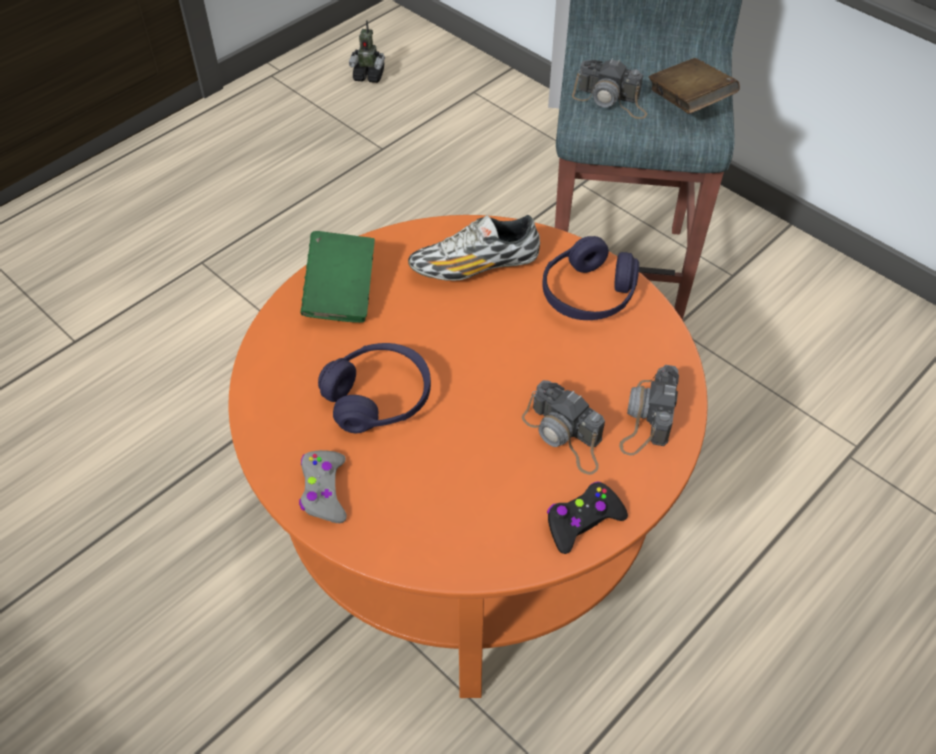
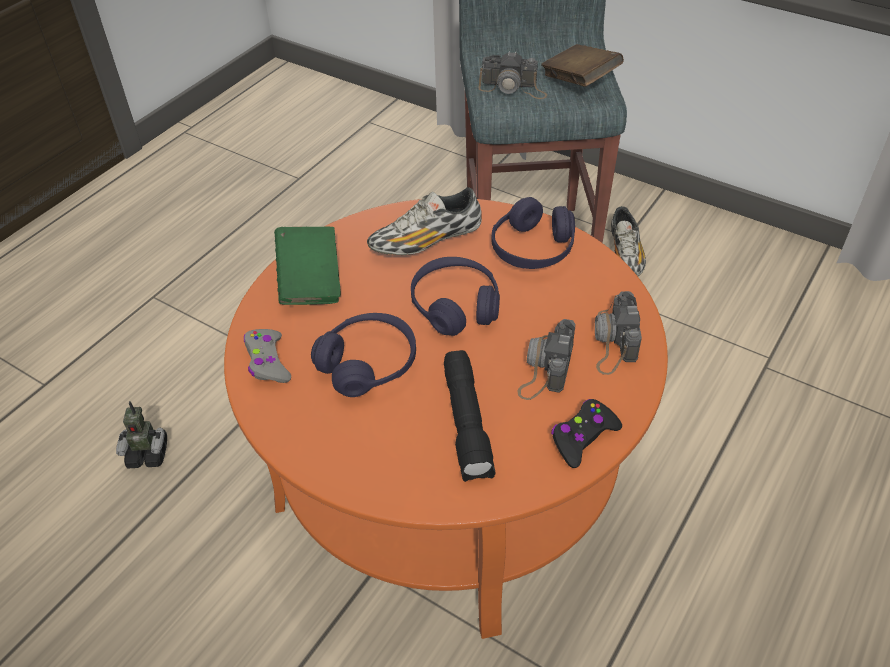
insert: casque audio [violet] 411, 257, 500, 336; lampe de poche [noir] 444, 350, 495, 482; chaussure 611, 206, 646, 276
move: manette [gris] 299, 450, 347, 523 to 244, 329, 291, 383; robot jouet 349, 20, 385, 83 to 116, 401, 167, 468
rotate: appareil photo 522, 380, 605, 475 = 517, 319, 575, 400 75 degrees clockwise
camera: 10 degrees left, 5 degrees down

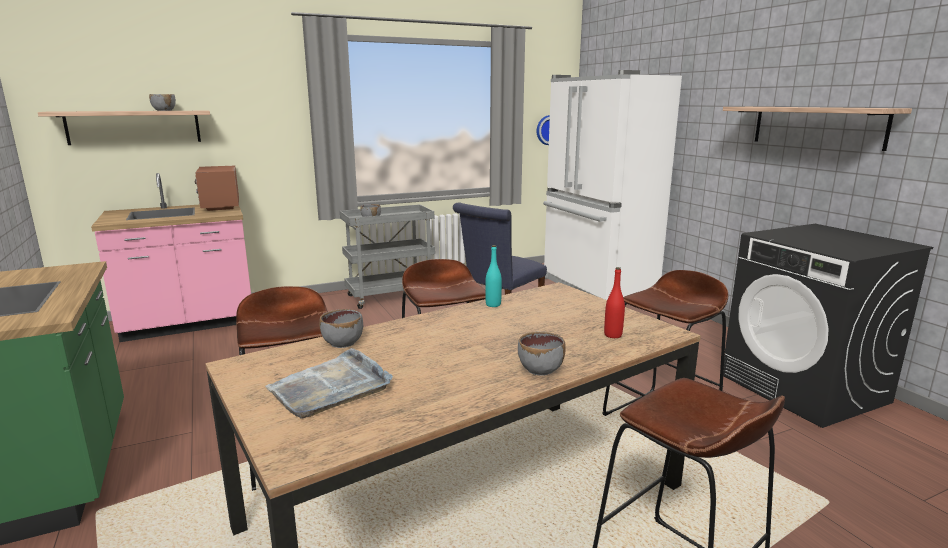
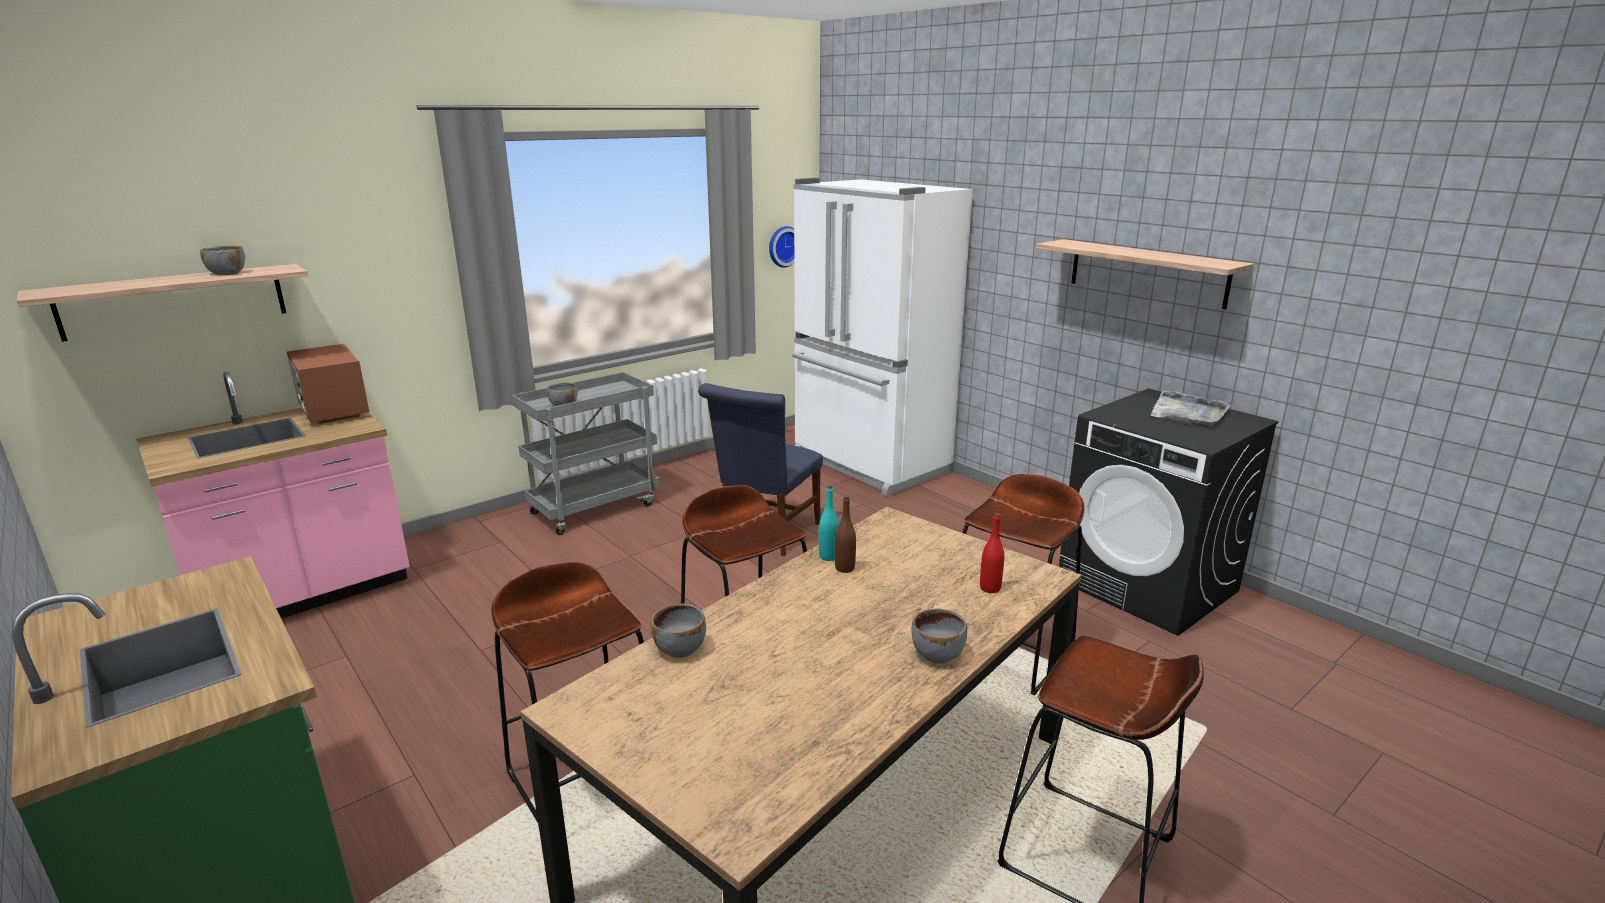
insert: bouteille [marron] 835, 496, 856, 573
move: plateau [gris] 265, 348, 393, 419 to 1150, 391, 1231, 427
camera: 15 degrees left, 5 degrees up

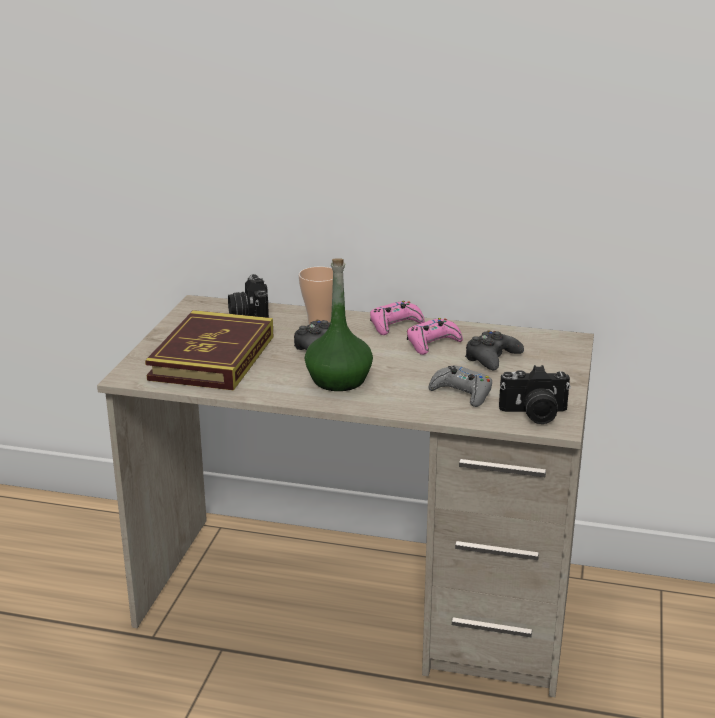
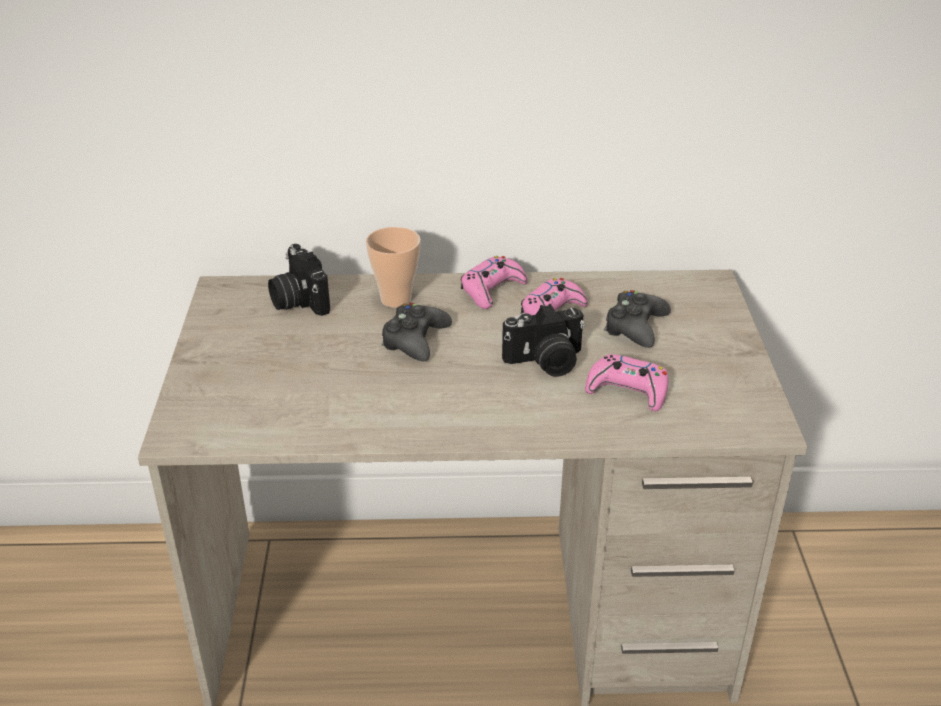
delete: livre 145, 310, 273, 390; bouteille [vert] 305, 258, 373, 391
move: appareil photo 499, 365, 571, 424 to 502, 304, 585, 377
recolor: manette [gris] 429, 365, 492, 407 to manette [rose] 585, 354, 669, 411
camera: 15 degrees left, 10 degrees up

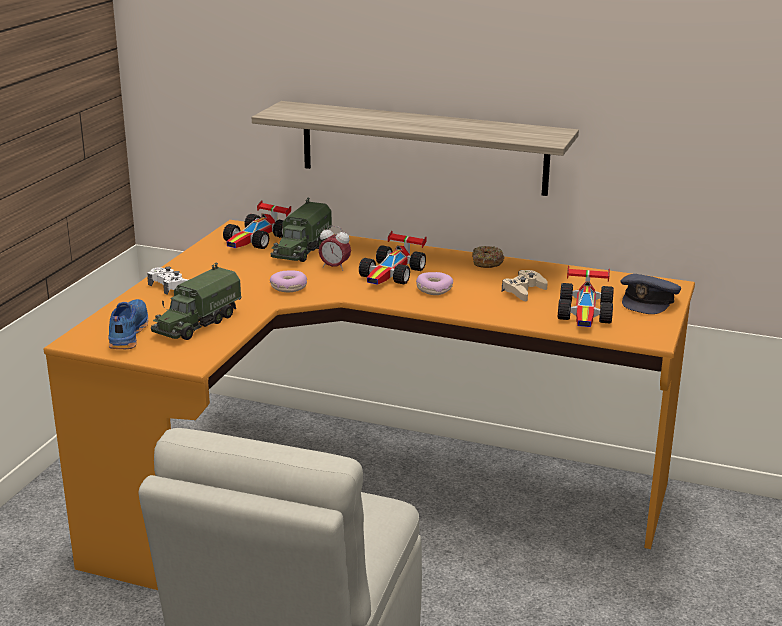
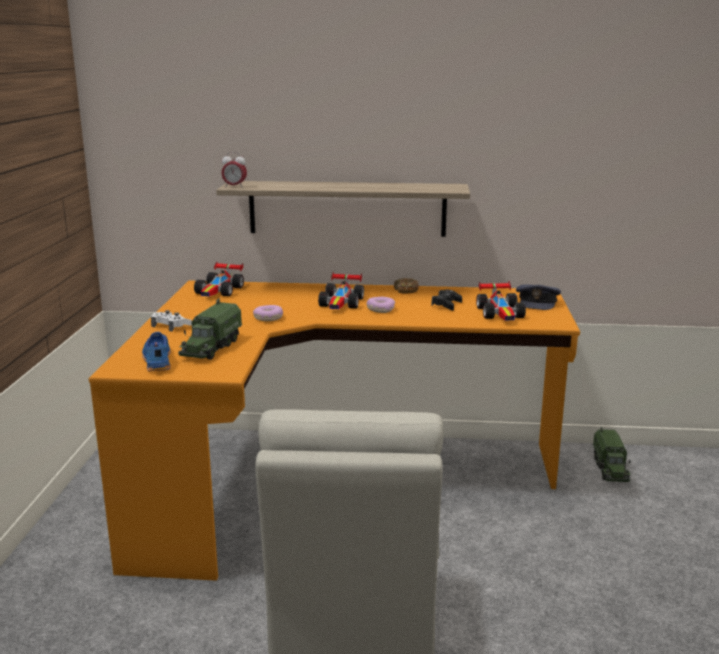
move: camion jouet 270, 197, 332, 262 to 593, 427, 631, 482; réveil 319, 225, 351, 271 to 221, 152, 247, 188
recolor: manette [beige] 502, 270, 548, 301 to manette [noir] 431, 290, 462, 311
camera: 15 degrees left, 5 degrees down

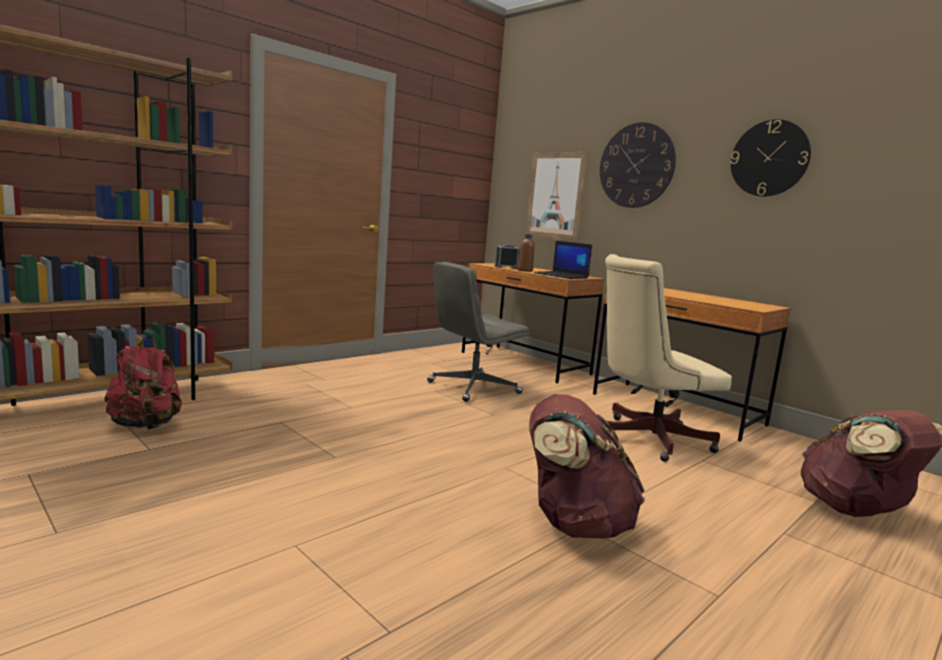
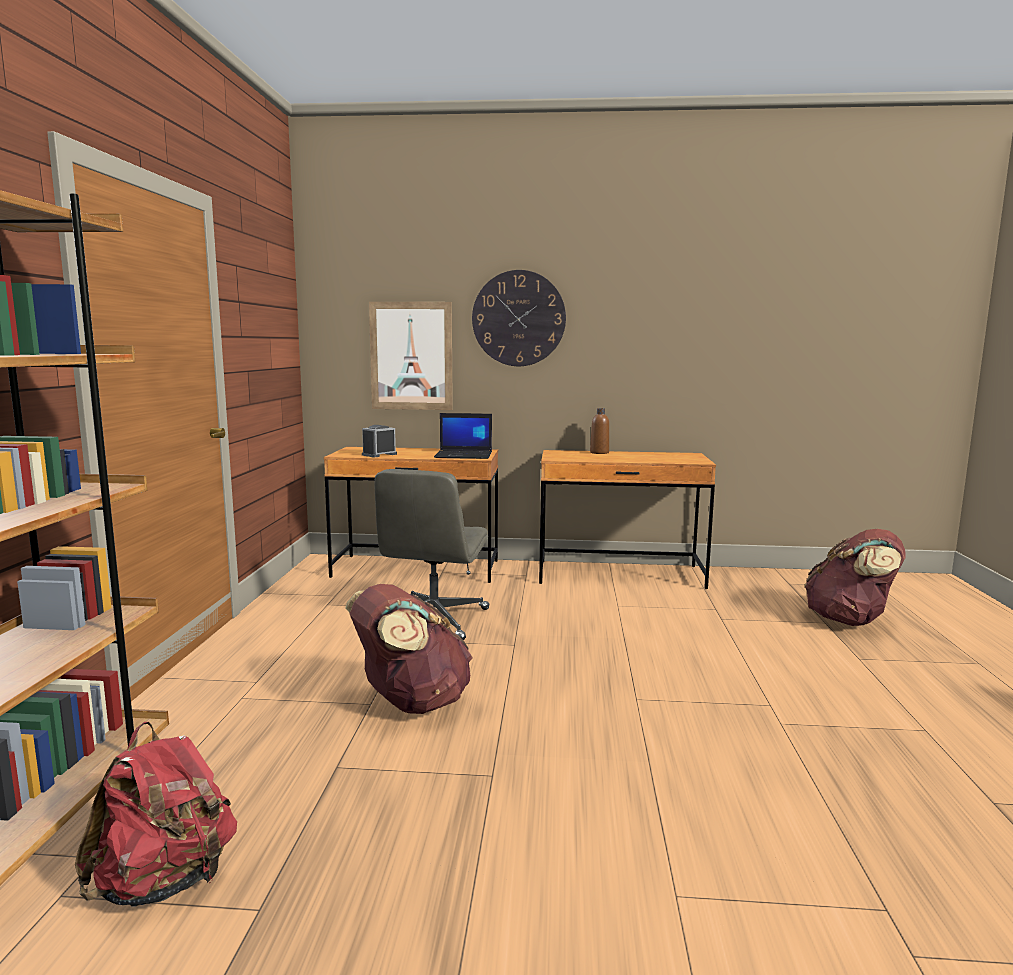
delete: chaise de bureau [beige] 605, 254, 732, 462; horloge murale 730, 119, 811, 197
move: bouteille [marron] 517, 234, 535, 272 to 590, 408, 609, 454; sac à dos [marron] 529, 394, 645, 538 to 345, 584, 473, 714
camera: 40 degrees left, 0 degrees up

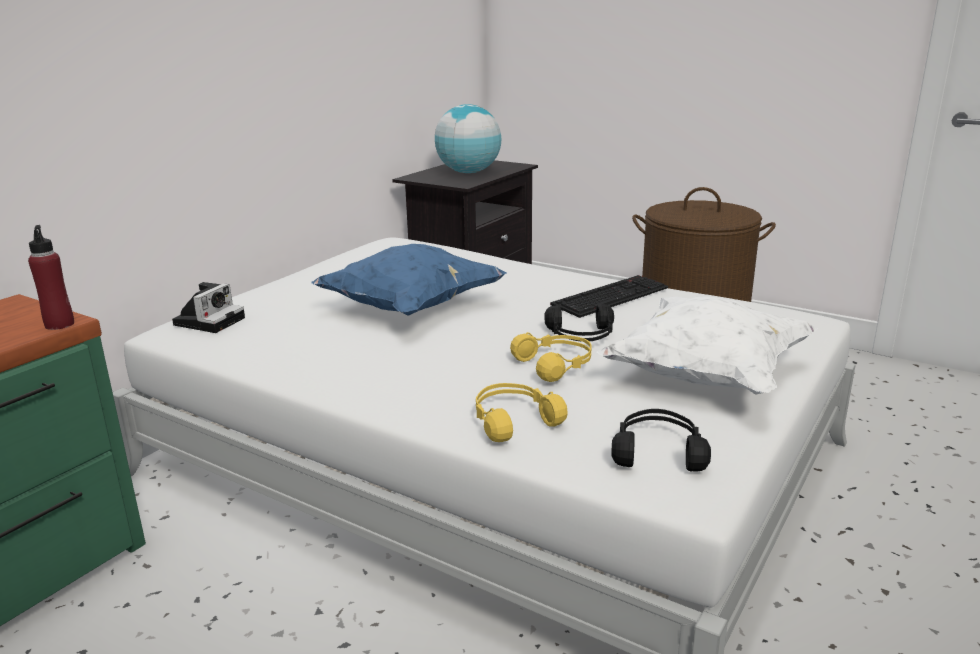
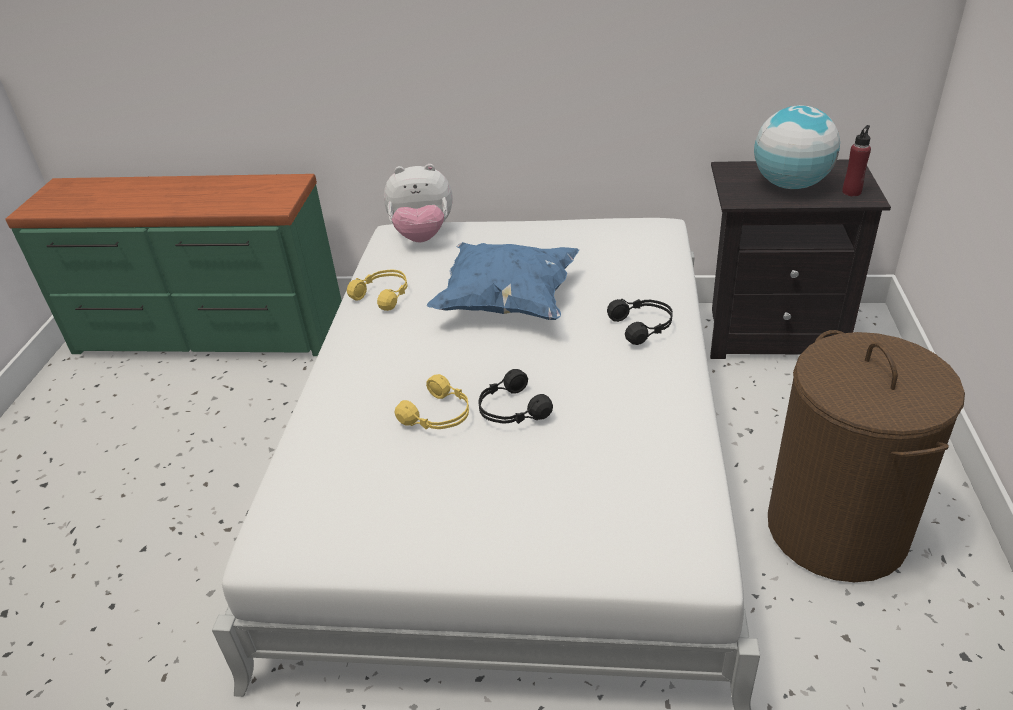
delete: clavier 550, 275, 668, 318; coussin [blanc] 597, 296, 818, 395
move: bouteille [rouge] 28, 225, 74, 330 to 842, 125, 871, 196; casque audio [jaune] 476, 383, 568, 442 to 347, 270, 407, 311; casque audio [noir] 611, 409, 711, 472 to 607, 299, 673, 345
replace: appareil photo 172, 282, 245, 333 to peluche 384, 164, 453, 242
camera: 65 degrees right, 15 degrees up

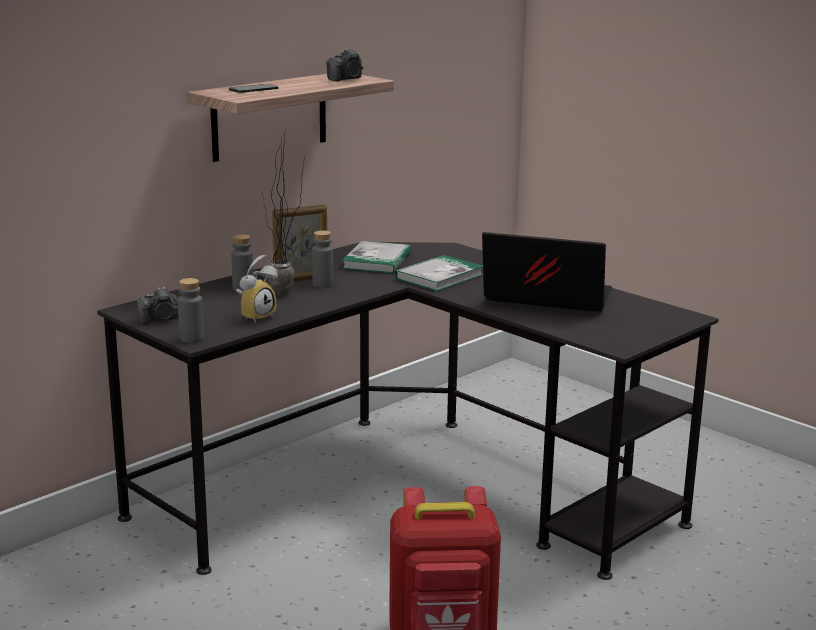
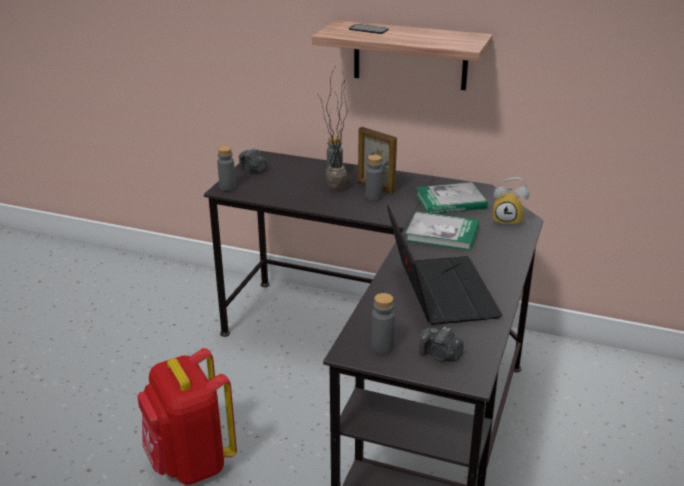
insert: bouteille [gris] 371, 293, 395, 354
move: réveil 236, 255, 278, 323 to 493, 177, 529, 227; appareil photo 326, 49, 363, 81 to 419, 327, 464, 362
camera: 65 degrees right, 10 degrees up

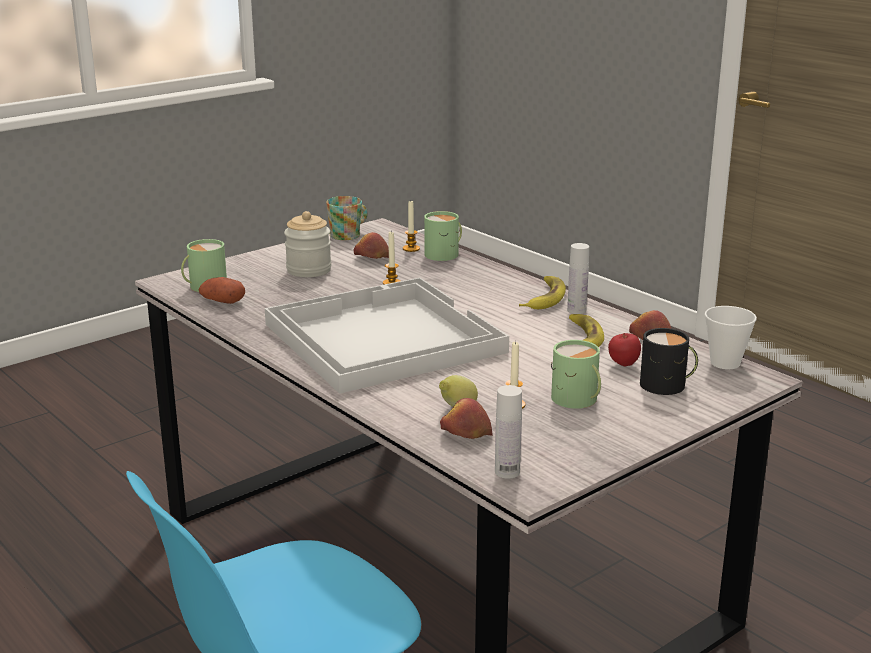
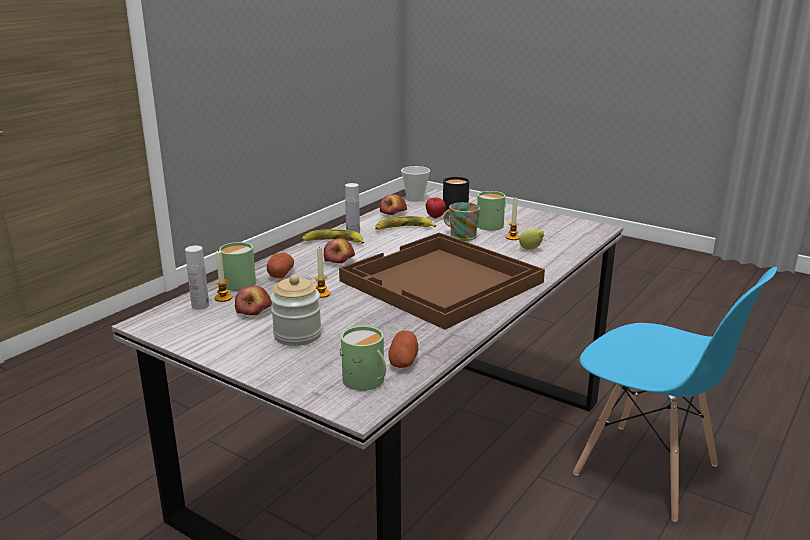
insert: pomme de terre 267, 253, 294, 278
move: mug 326, 196, 367, 240 to 444, 202, 480, 241; pomme 440, 398, 493, 439 to 324, 238, 355, 264; bouteille [blanc] 495, 385, 522, 479 to 185, 246, 209, 310
recolor: plateau [blanc] 265, 278, 509, 394 to plateau [marron] 339, 233, 545, 330
camera: 105 degrees left, 0 degrees up

